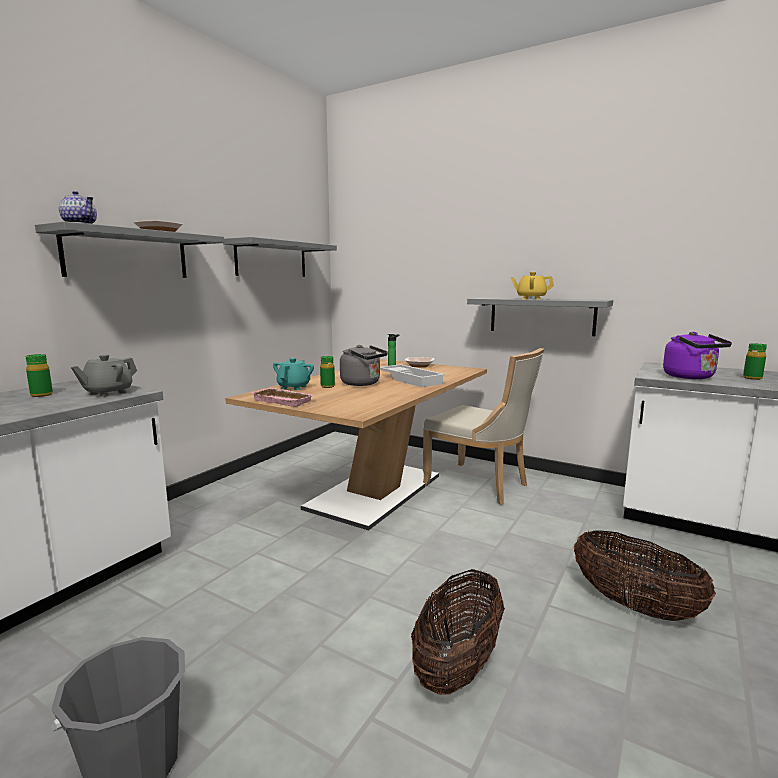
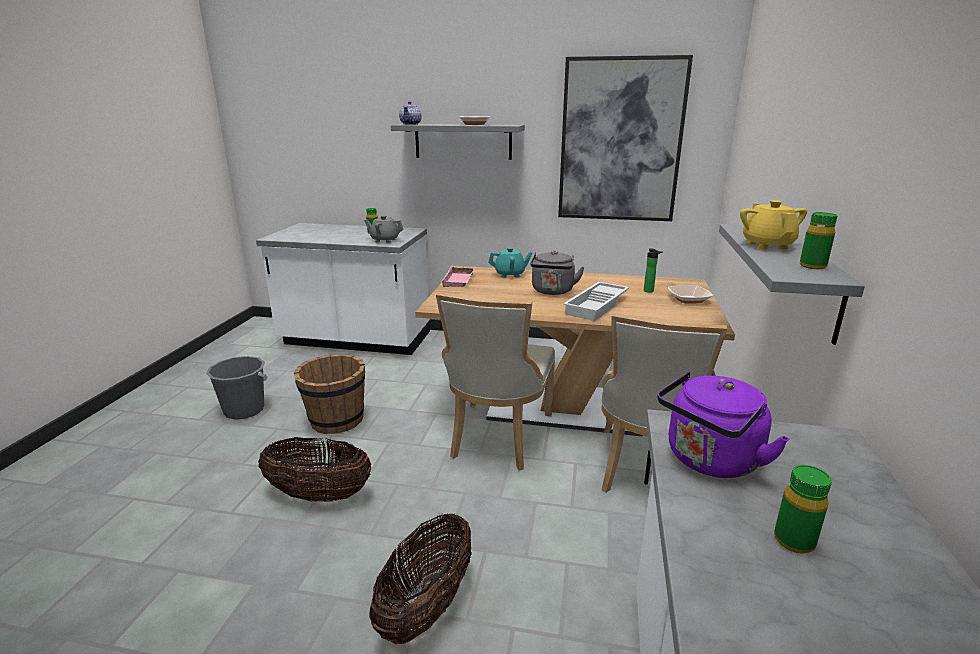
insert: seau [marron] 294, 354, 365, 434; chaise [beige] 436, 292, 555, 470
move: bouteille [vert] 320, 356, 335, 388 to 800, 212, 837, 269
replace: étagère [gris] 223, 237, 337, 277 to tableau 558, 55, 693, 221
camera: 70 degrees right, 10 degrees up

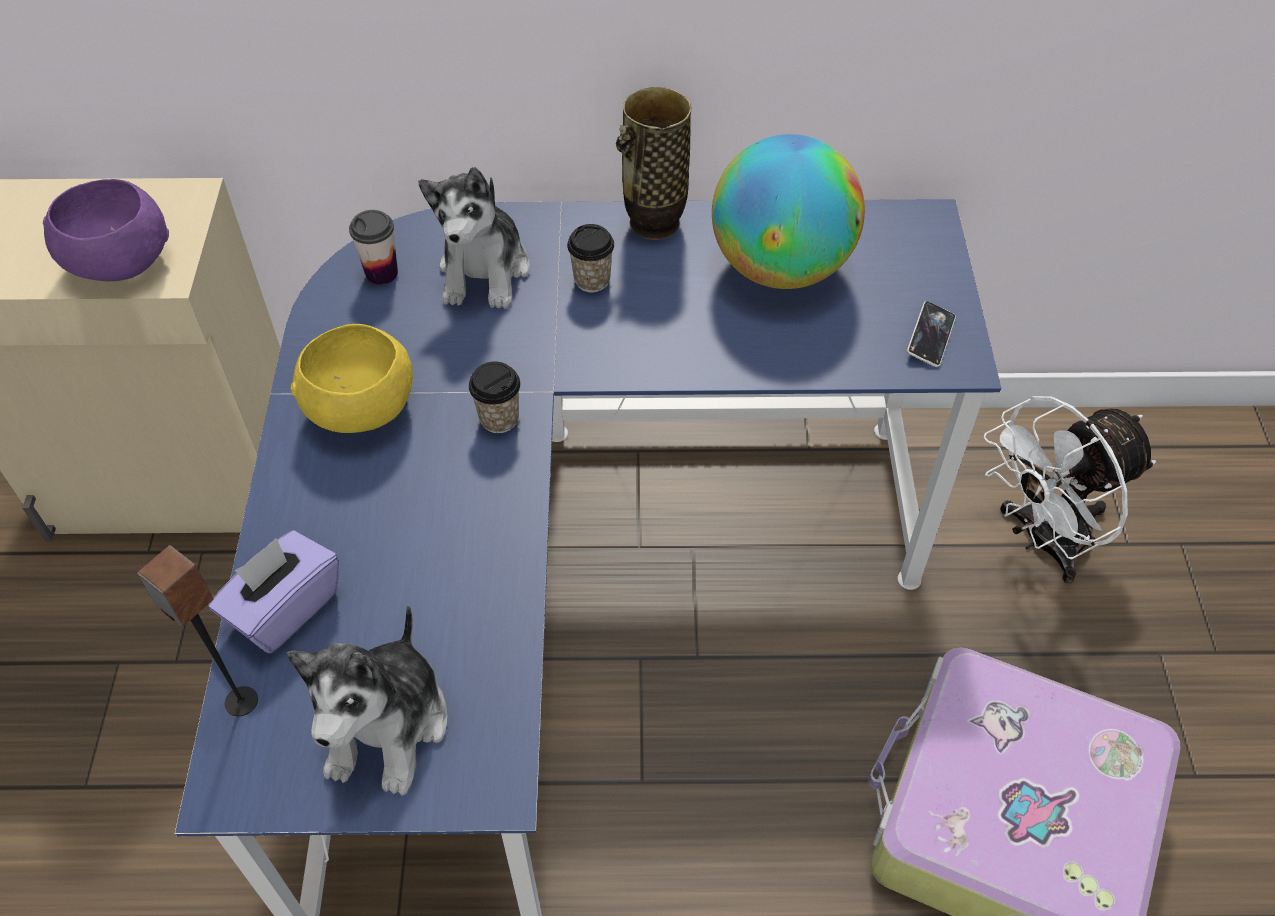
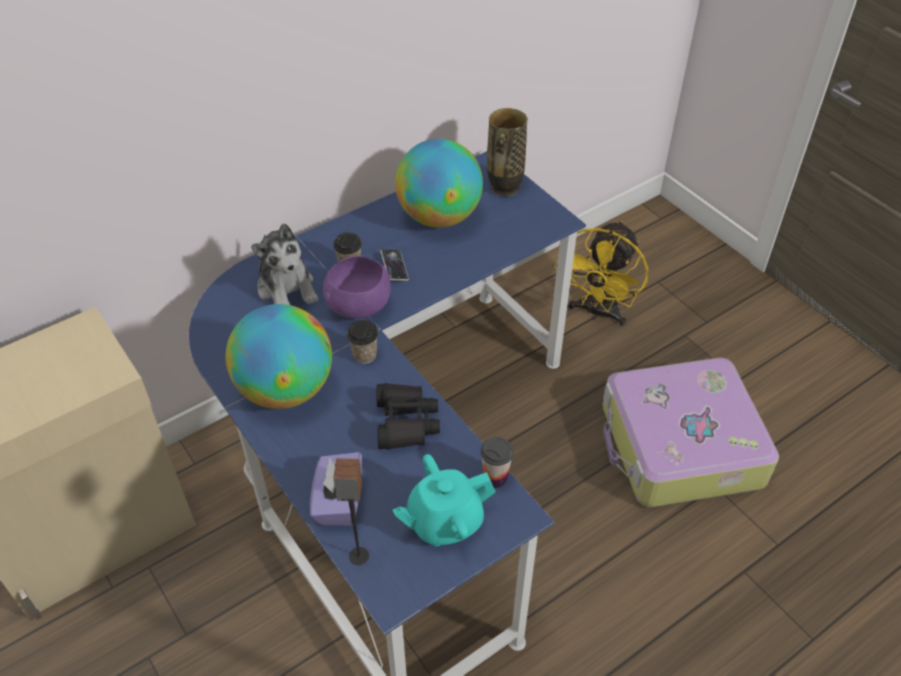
insert: jumelles [noir] 376, 383, 440, 450
move: bol [violet] 43, 179, 169, 281 to 323, 256, 391, 318; tasse 349, 210, 398, 285 to 480, 437, 514, 488; vase 616, 87, 692, 240 to 487, 108, 528, 197; téléphone 907, 301, 956, 367 to 381, 249, 409, 281
replace: peluche 287, 605, 447, 796 to théière [turquoise] 393, 454, 496, 546; bol [jaune] 290, 324, 413, 433 to globe 225, 304, 332, 409
recolor: ventilateur [blanc] 984, 396, 1156, 584 to ventilateur [jaune] 554, 221, 648, 326
camera: 35 degrees left, 5 degrees down

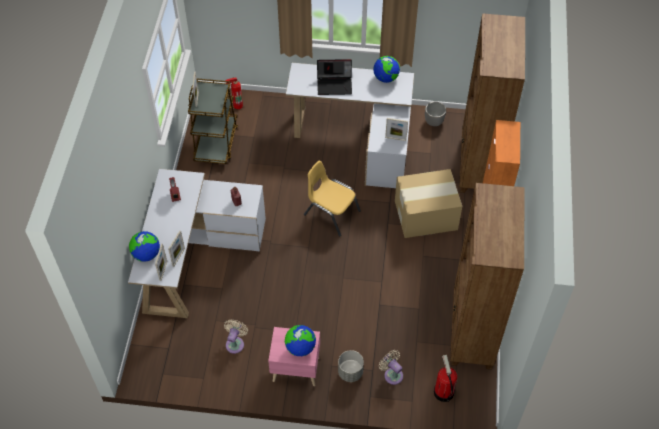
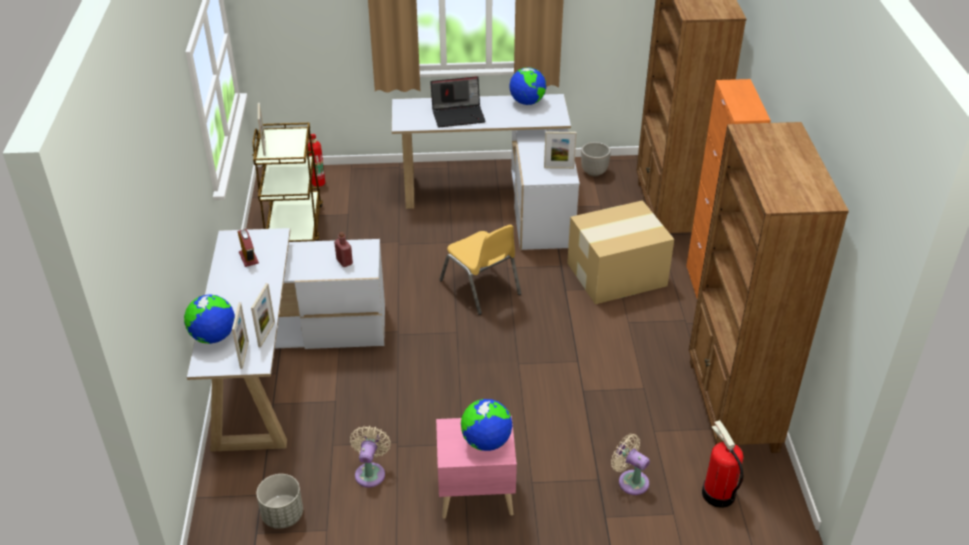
move: cache-pot [gris] 338, 350, 364, 382 to 257, 474, 303, 529
rotate: chaise [jaune] 304, 161, 361, 236 = 439, 224, 521, 315 150 degrees counterclockwise
camera: 10 degrees left, 15 degrees down

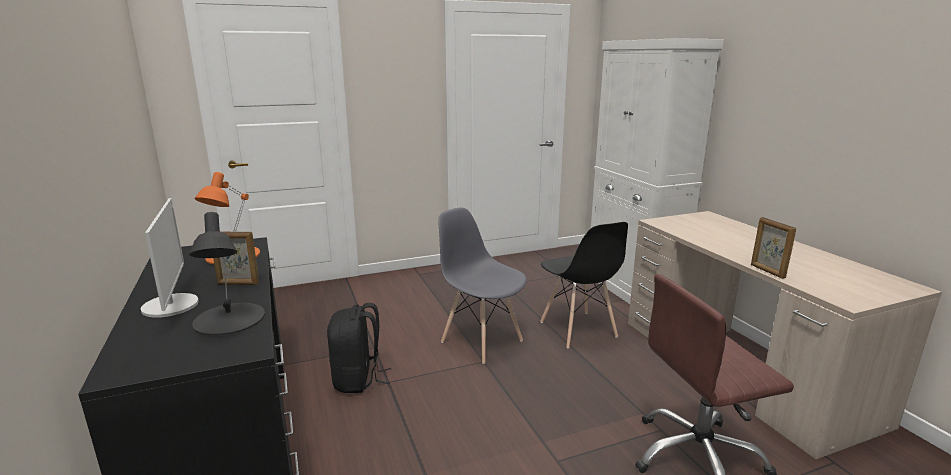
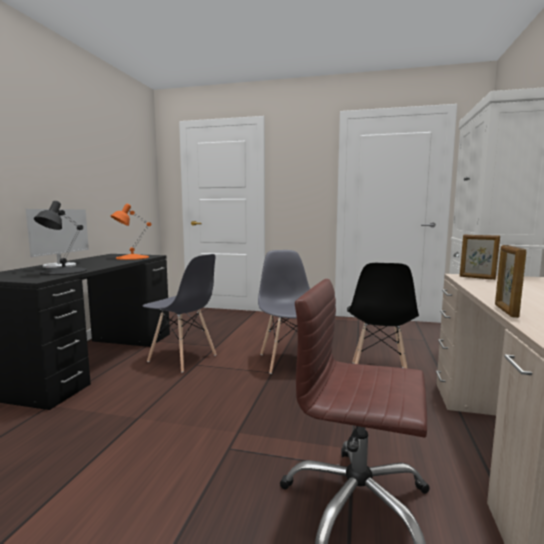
move: cadre photo 213, 232, 259, 285 to 460, 235, 500, 280
replace: sac à dos [noir] 327, 303, 391, 393 to chaise [gris] 143, 254, 216, 373
camera: 35 degrees right, 10 degrees down

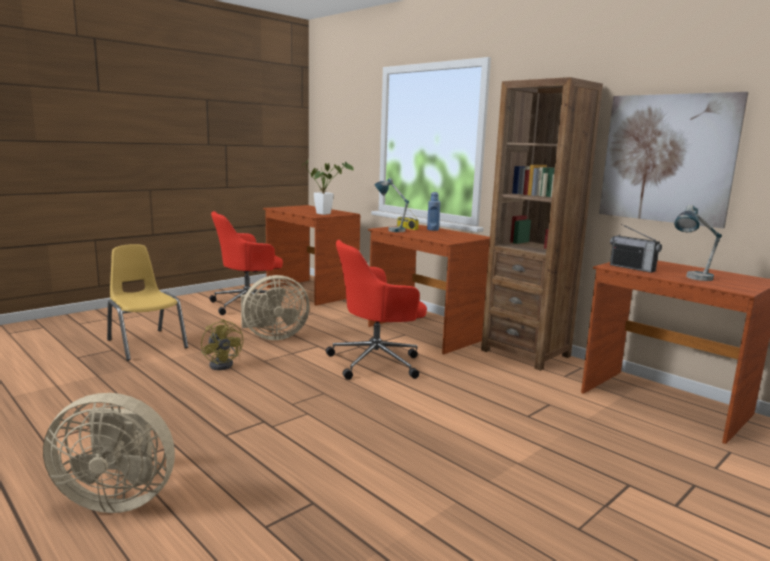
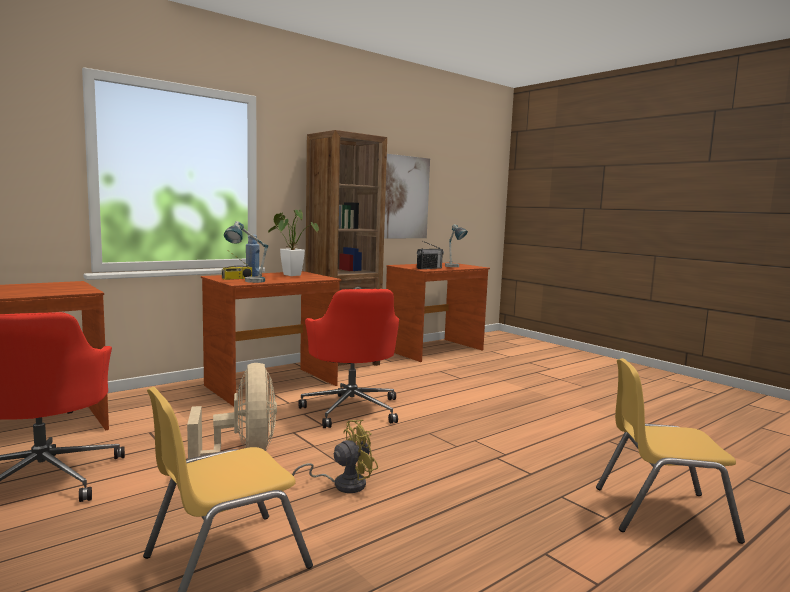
move: plante en pot 302, 160, 354, 215 to 268, 210, 319, 276
replace: ventilateur [beige] 43, 393, 175, 513 to chaise [jaune] 596, 358, 745, 544
camera: 85 degrees left, 5 degrees down

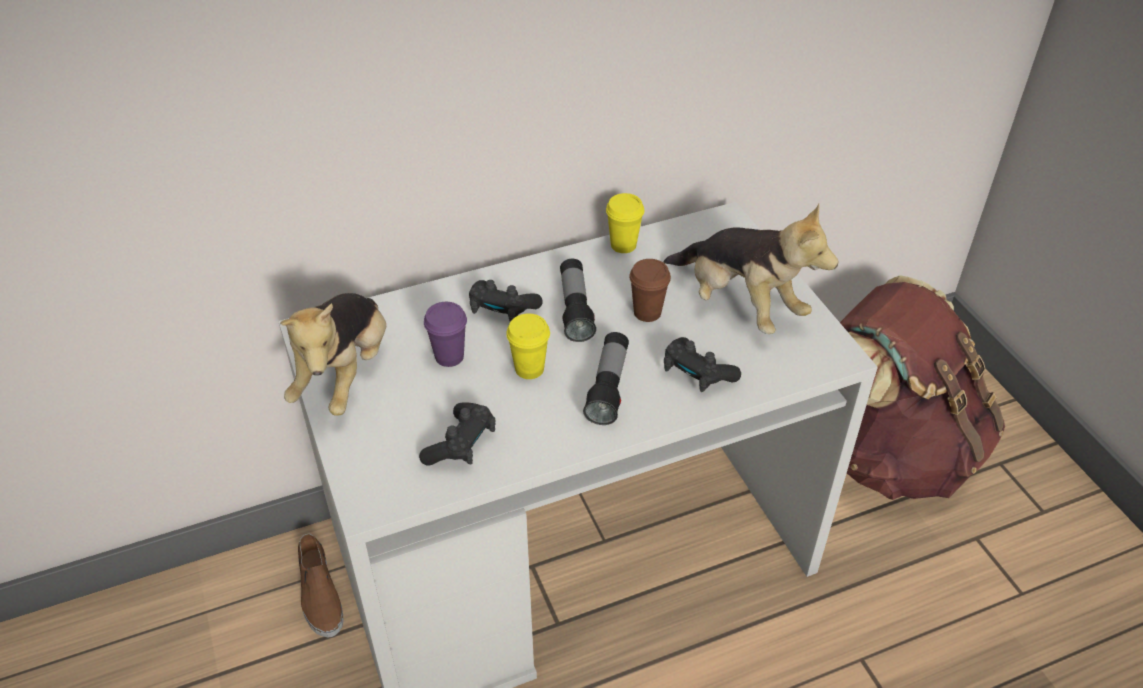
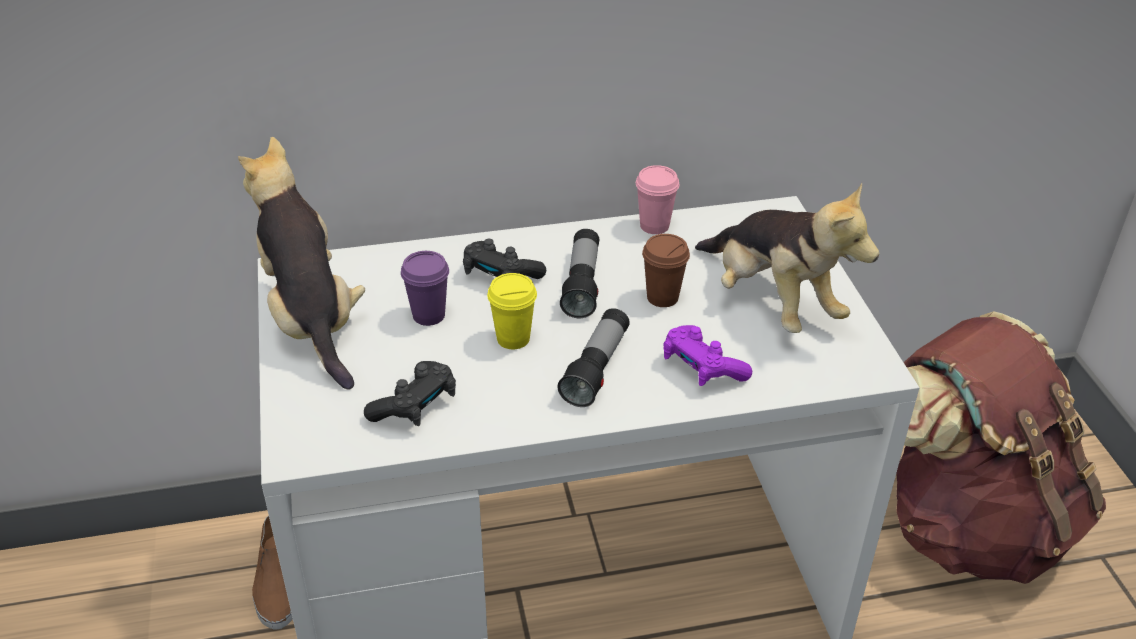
recolor: tasse [jaune] 606, 193, 644, 253 to tasse [rose] 636, 165, 679, 234; manette [noir] 664, 337, 741, 392 to manette [violet] 663, 325, 752, 386
rotate: peluche 280, 293, 386, 416 = 238, 137, 365, 390 135 degrees clockwise
camera: 10 degrees right, 5 degrees down

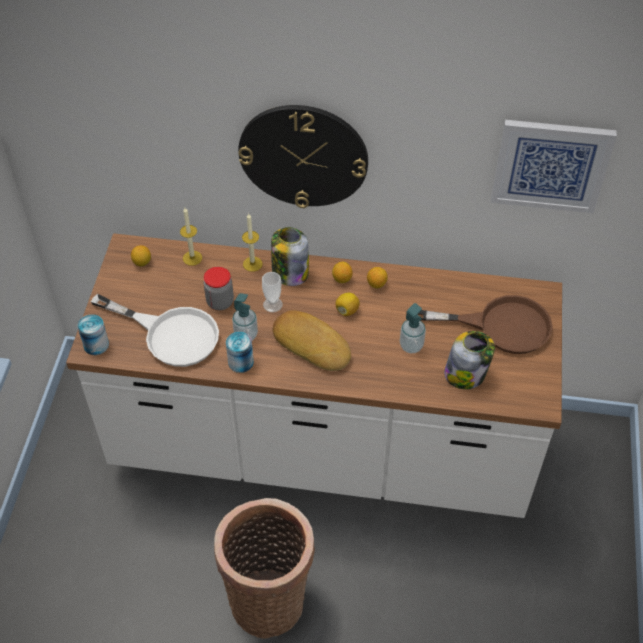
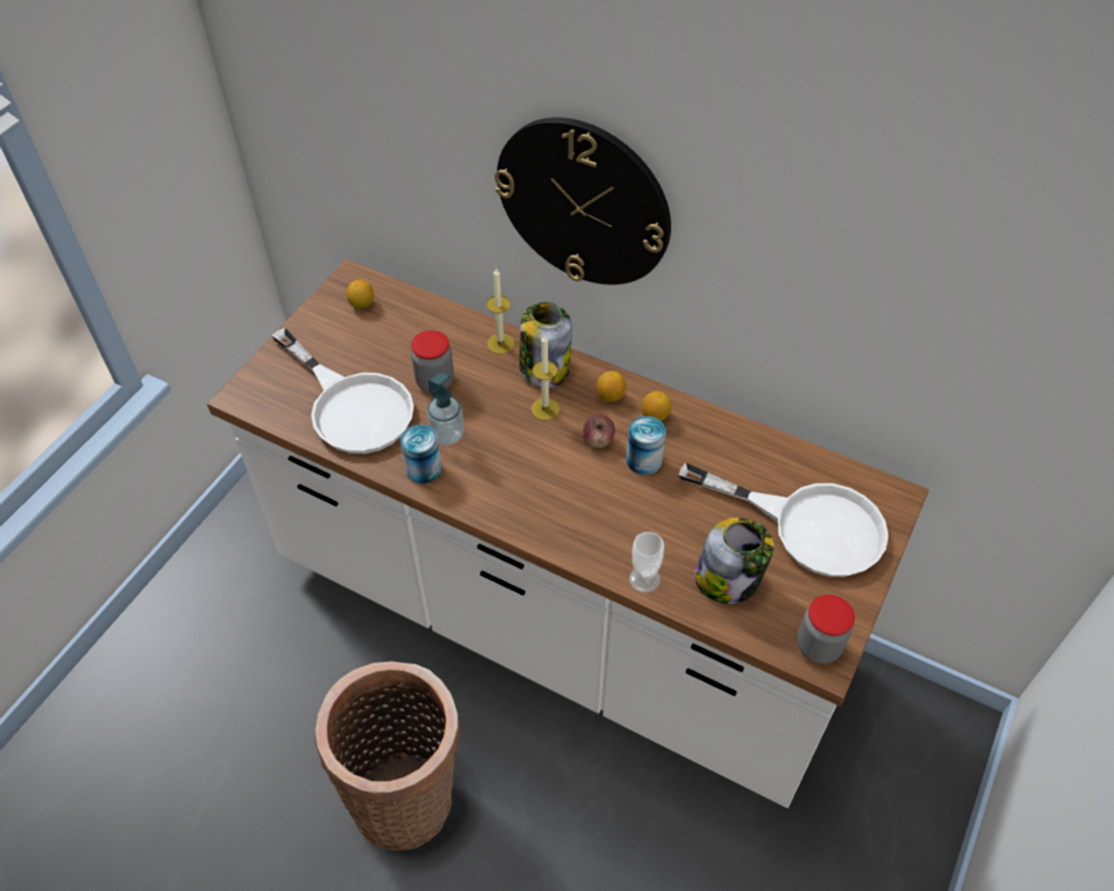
delete: pain 273, 310, 351, 371; distributeur de savon 400, 303, 426, 354; tableau 491, 120, 617, 213
insert: bocal 797, 595, 855, 664
move: boîte métallique 78, 314, 109, 355 to 626, 416, 666, 475; bougie 180, 208, 202, 266 to 531, 334, 560, 420; tasse 262, 272, 283, 312 to 629, 532, 664, 593
replace: citron 335, 293, 360, 316 to pomme 583, 414, 615, 448
recolor: poêle [marron] 418, 295, 553, 354 to poêle [blanc] 679, 463, 889, 577
camera: 20 degrees right, 0 degrees up

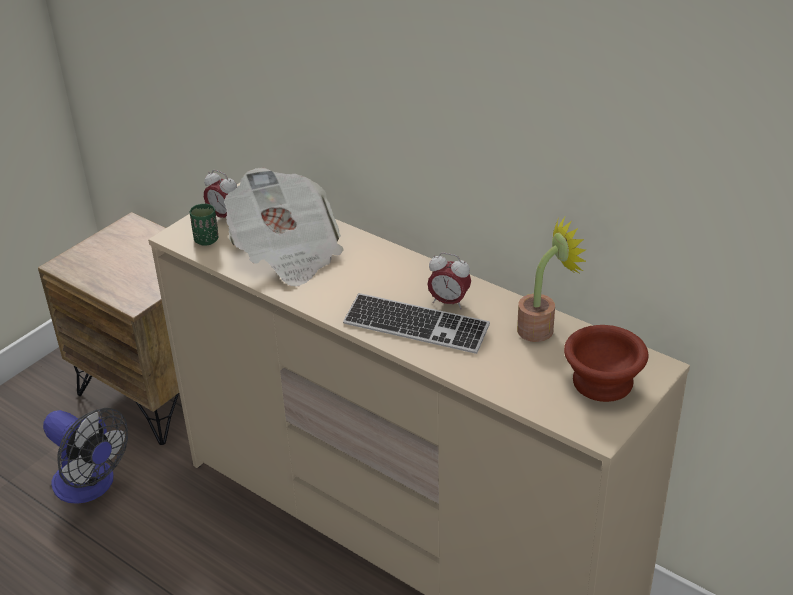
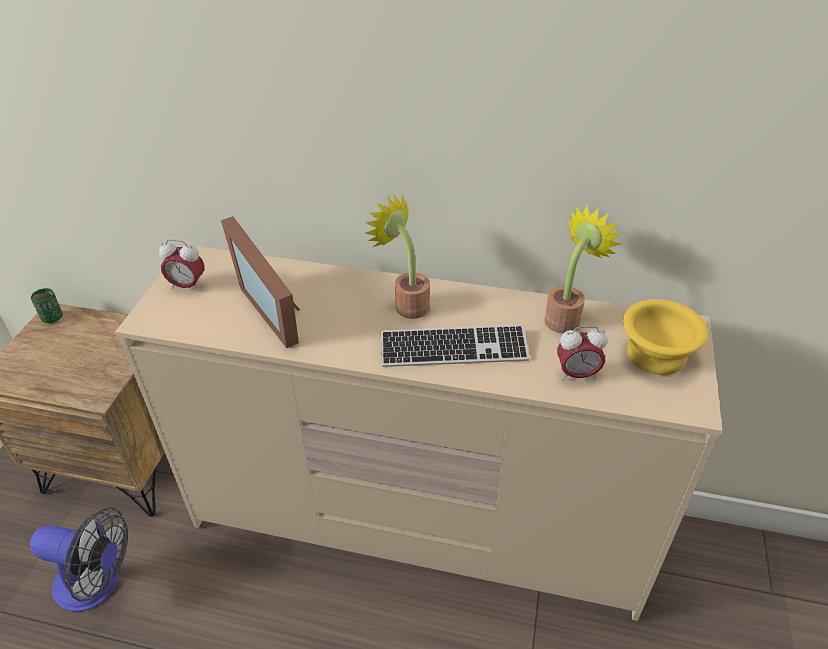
insert: plante en pot 365, 195, 430, 319
move: tasse [vert] 190, 204, 218, 246 to 31, 288, 63, 323; réveil 428, 253, 471, 309 to 557, 326, 608, 381
replace: journal 224, 167, 344, 287 to cadre photo 221, 216, 300, 348
recolor: bol [marron] 564, 325, 648, 402 to bol [jaune] 623, 299, 708, 375
camera: 25 degrees left, 5 degrees up

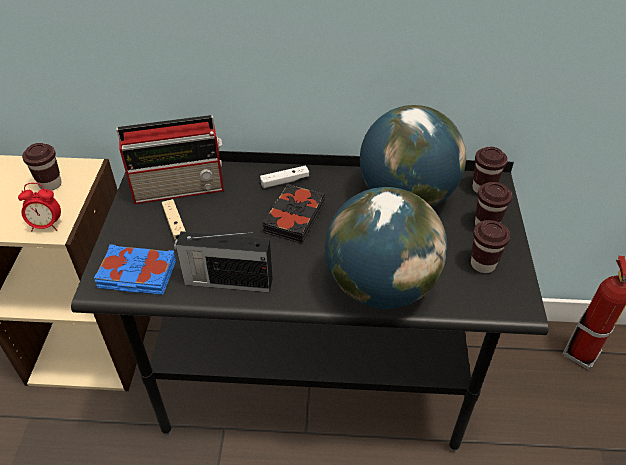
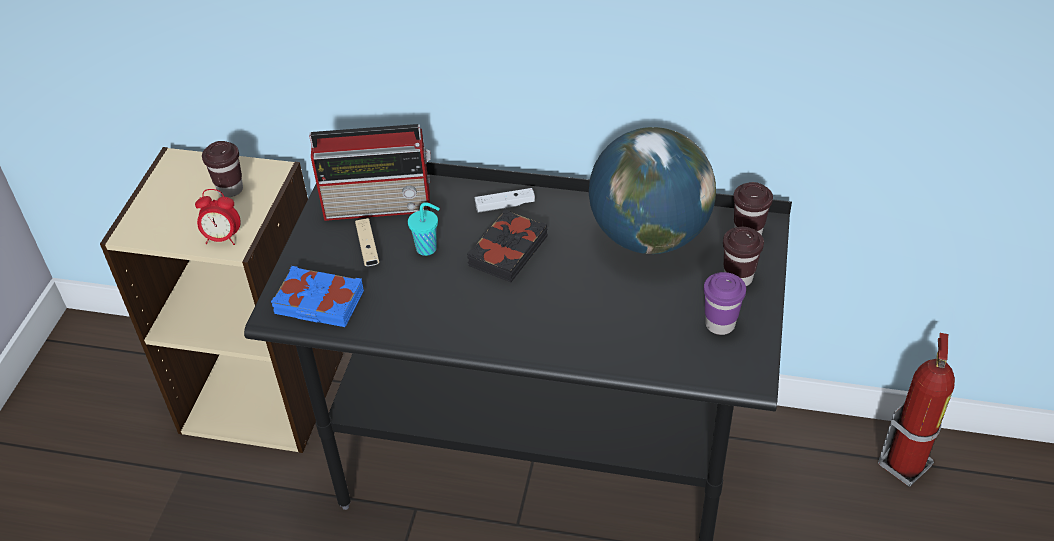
delete: radio 174, 231, 273, 292; globe 325, 187, 448, 309
insert: tasse [turquoise] 408, 202, 440, 256
recolor: tasse [marron] 471, 220, 510, 273 to tasse [violet] 704, 272, 746, 335
camera: 10 degrees right, 0 degrees up

